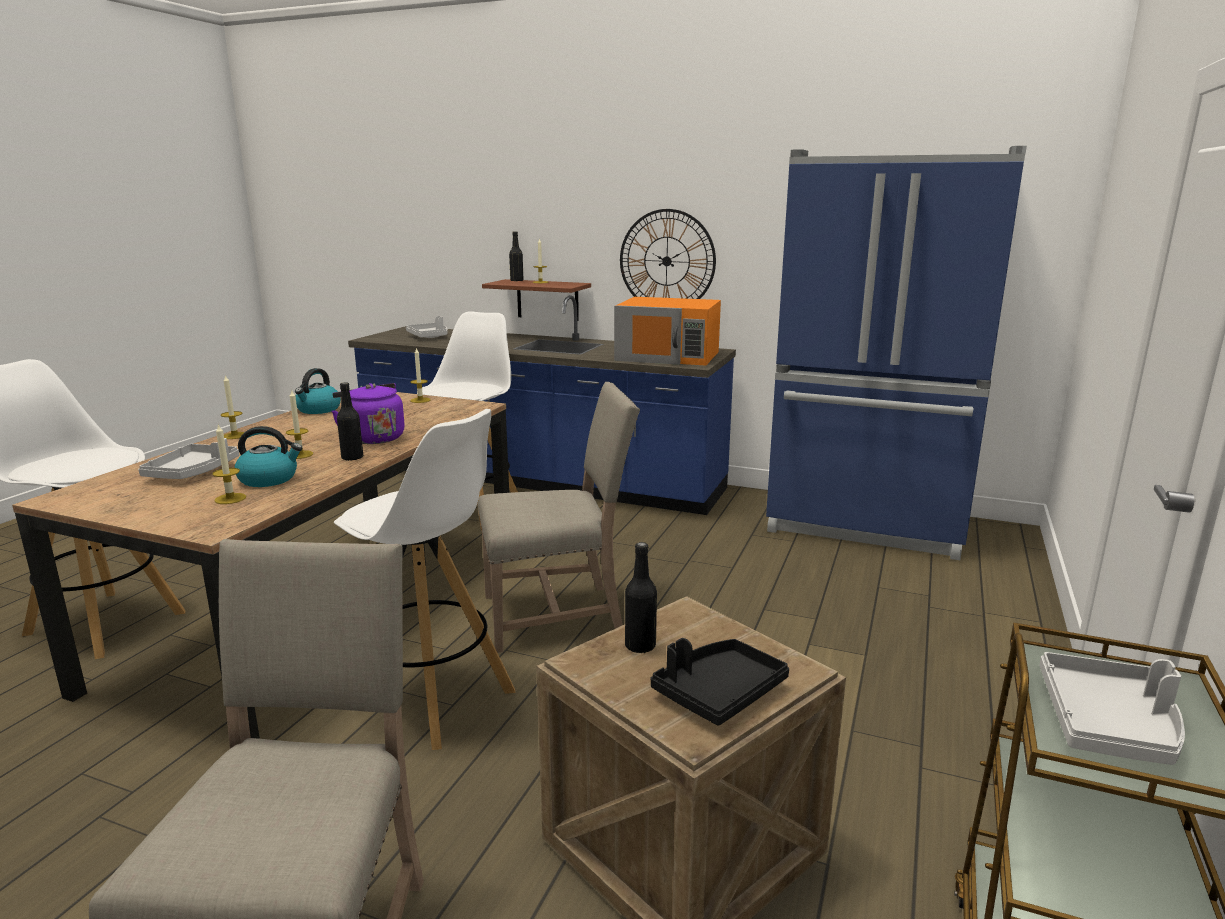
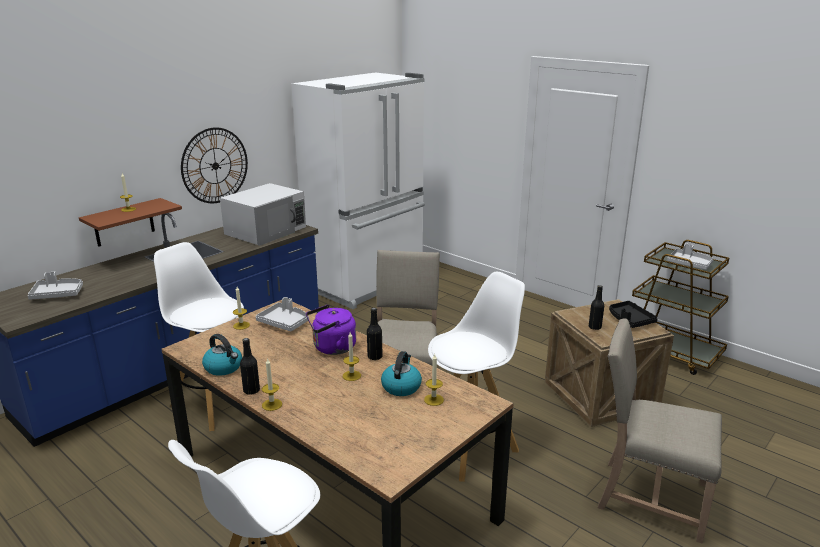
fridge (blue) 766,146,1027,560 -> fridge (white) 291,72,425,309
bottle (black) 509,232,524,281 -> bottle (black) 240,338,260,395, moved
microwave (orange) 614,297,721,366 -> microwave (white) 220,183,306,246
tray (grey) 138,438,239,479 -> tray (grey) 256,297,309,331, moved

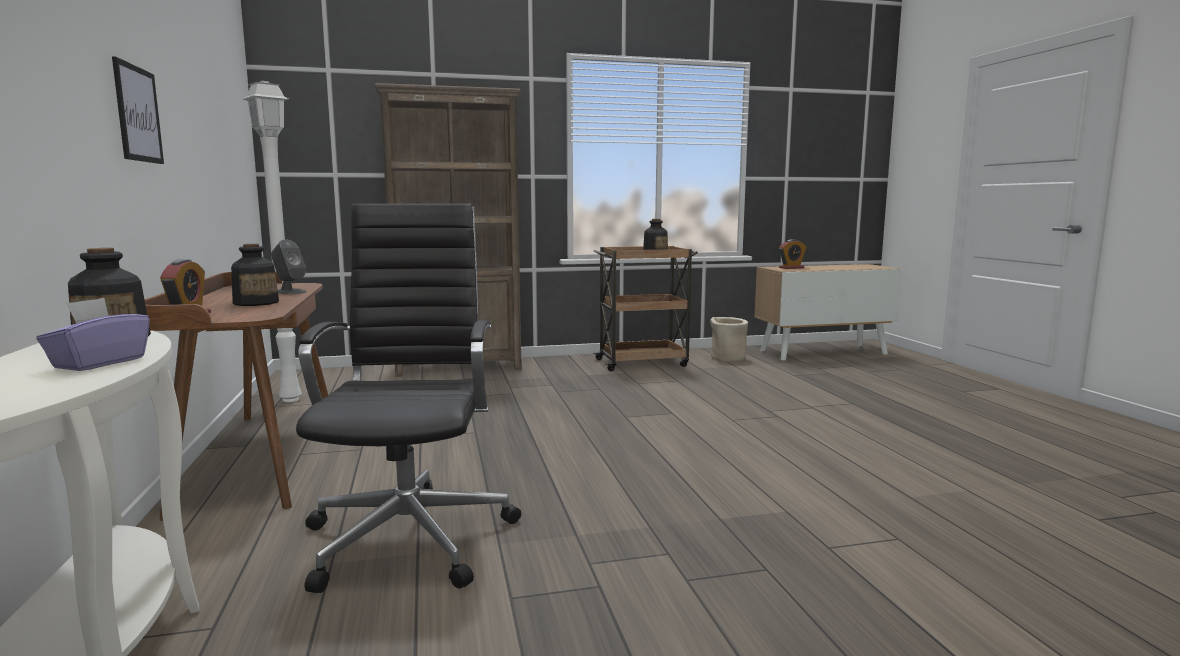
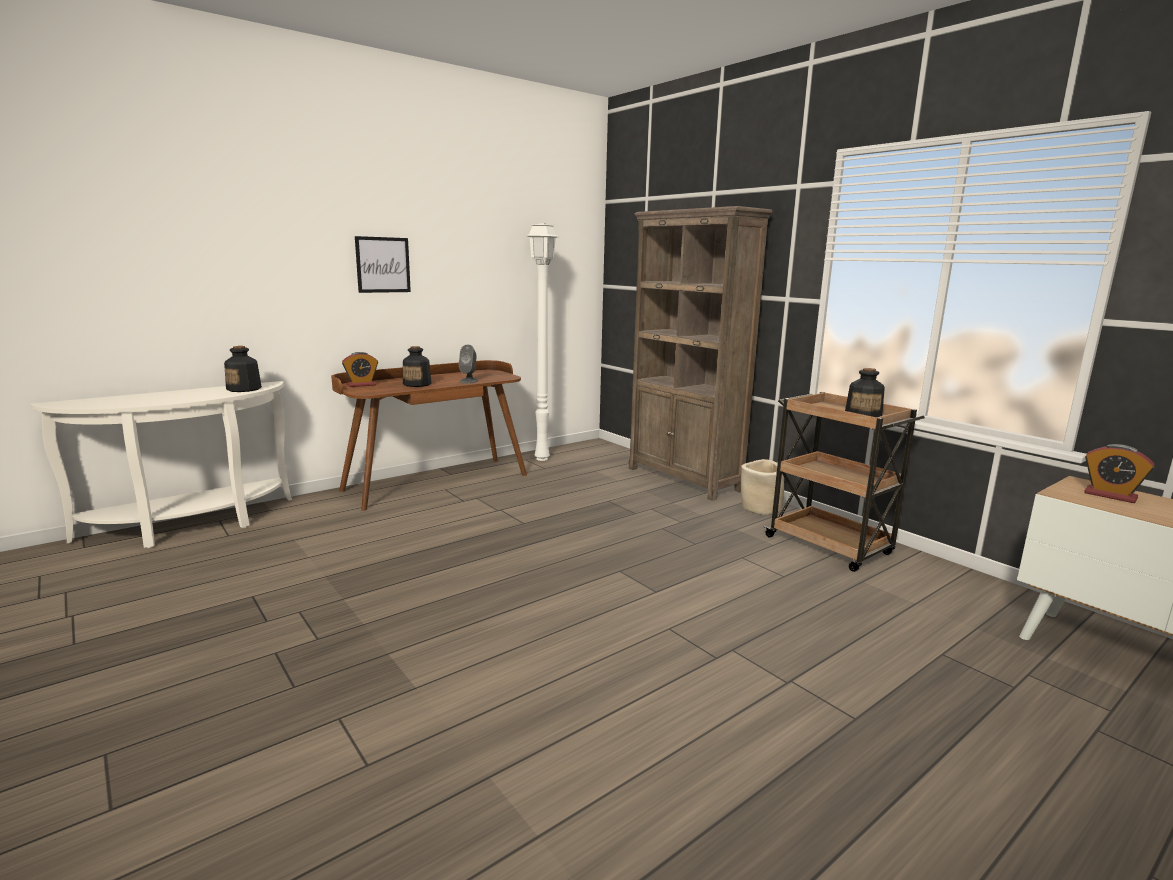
office chair (black) 296,204,521,593 -> none
tissue box (purple) 36,298,150,371 -> none
planter (beige) 710,317,748,362 -> planter (beige) 741,459,784,515, moved

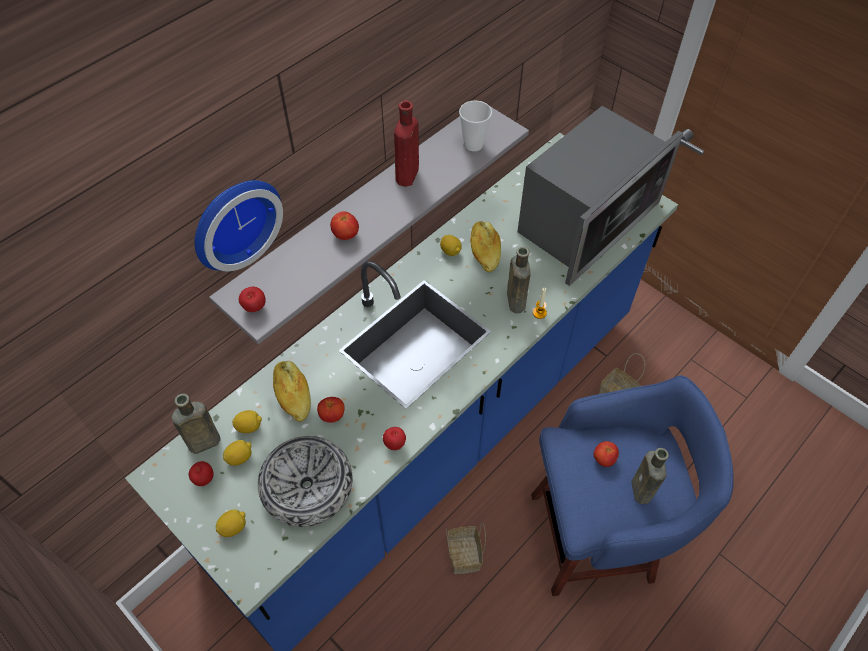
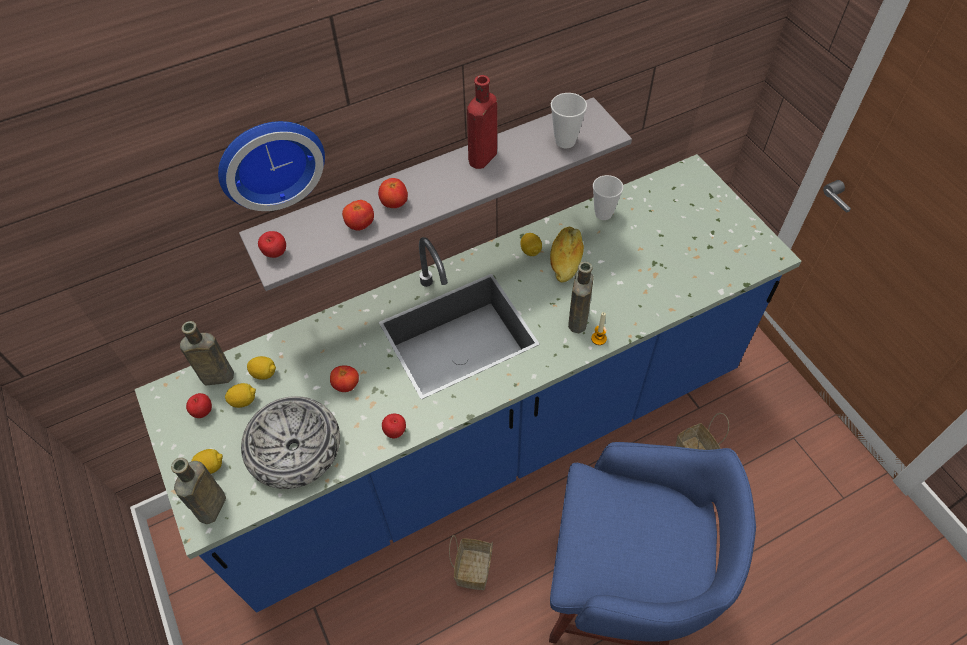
microwave 517,106,683,286 -> none
bread 273,361,311,422 -> none
tomato 594,441,619,467 -> tomato 342,200,374,231, moved
bottle (brown) 631,448,669,504 -> bottle (brown) 171,458,226,524, moved
none -> cup 593,175,623,220

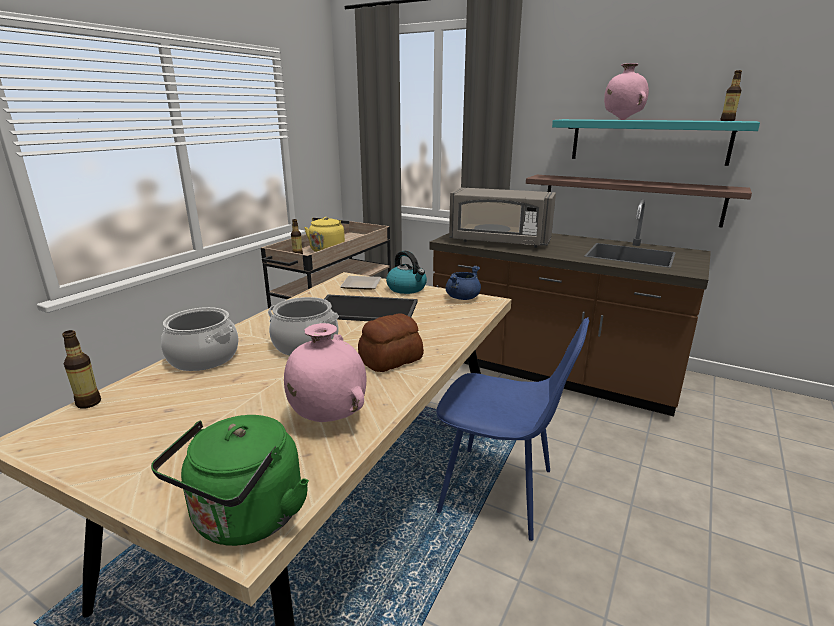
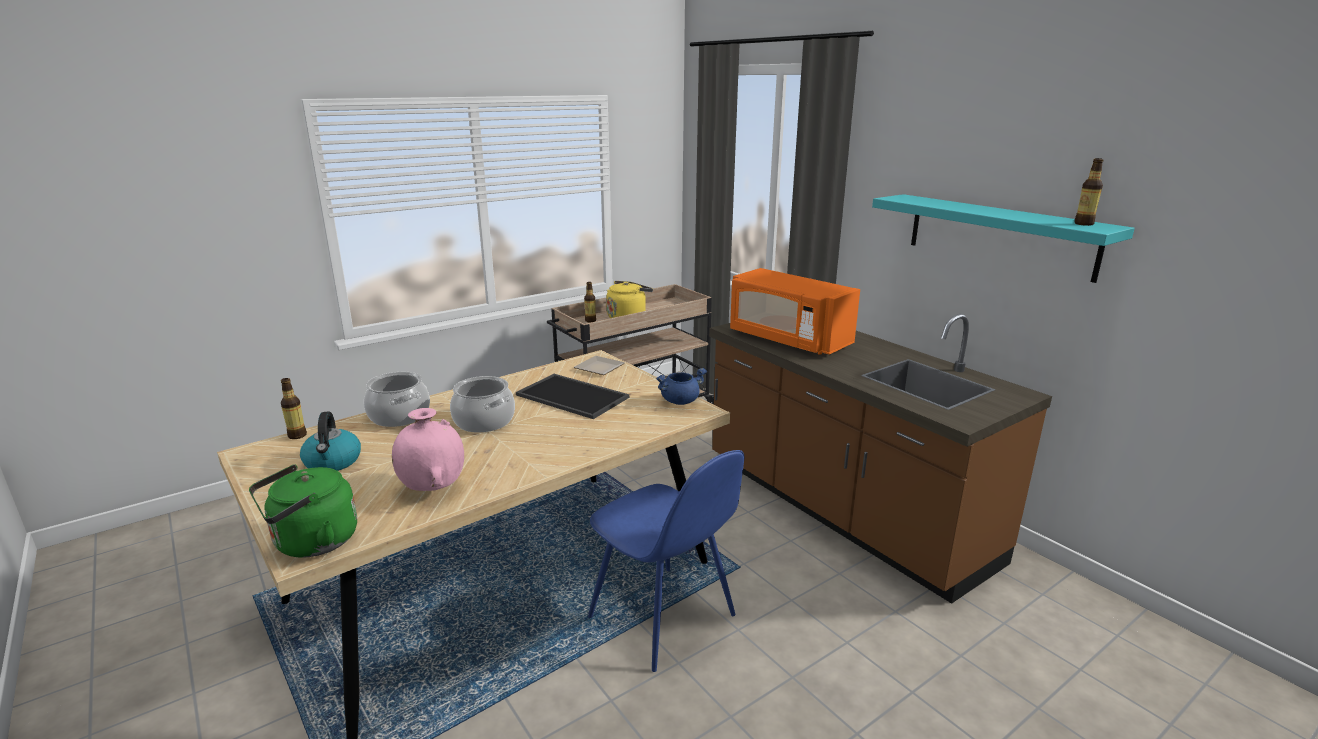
vase (pink) 604,63,649,120 -> none
shelf 526,175,752,228 -> none
microwave (grey) 449,187,556,248 -> microwave (orange) 730,268,860,355
kettle 386,251,427,294 -> kettle 300,411,361,471, moved
bread 358,314,424,372 -> none

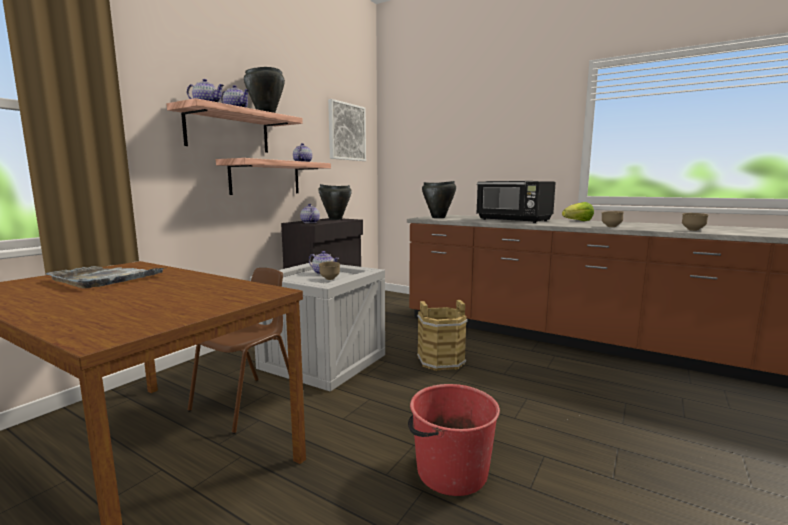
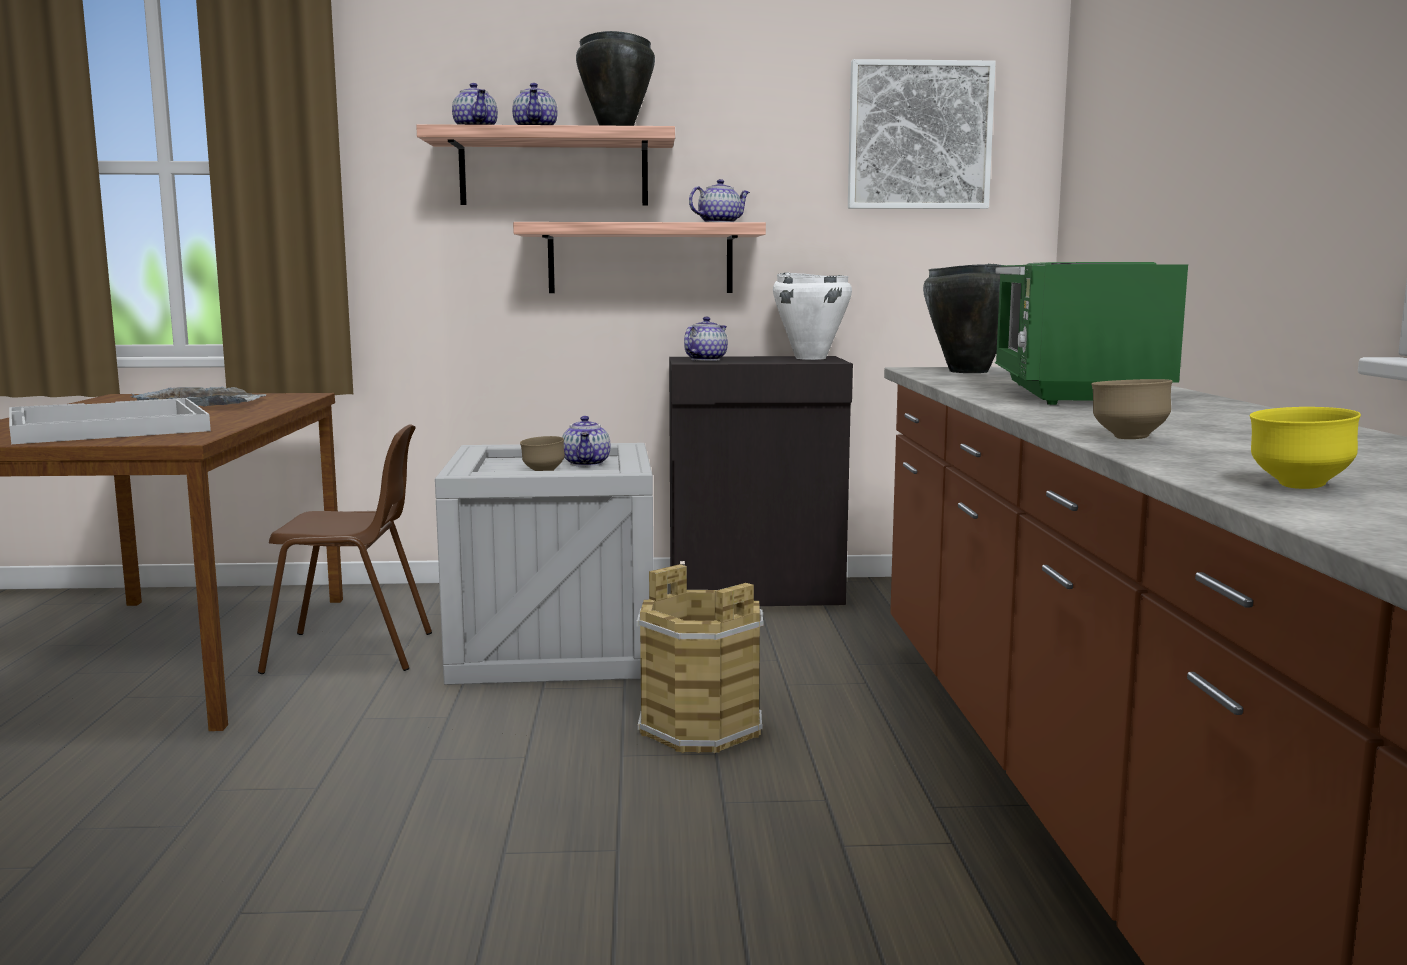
microwave (black) 477,181,556,223 -> microwave (green) 995,262,1188,405
cooking pot (black) 318,184,352,220 -> cooking pot (white) 773,272,852,360
lettuce 562,202,594,221 -> none
bowl (brown) 682,213,709,231 -> bowl (yellow) 1250,407,1361,489
bucket (red) 408,384,500,496 -> none
none -> tray (white) 9,398,211,444

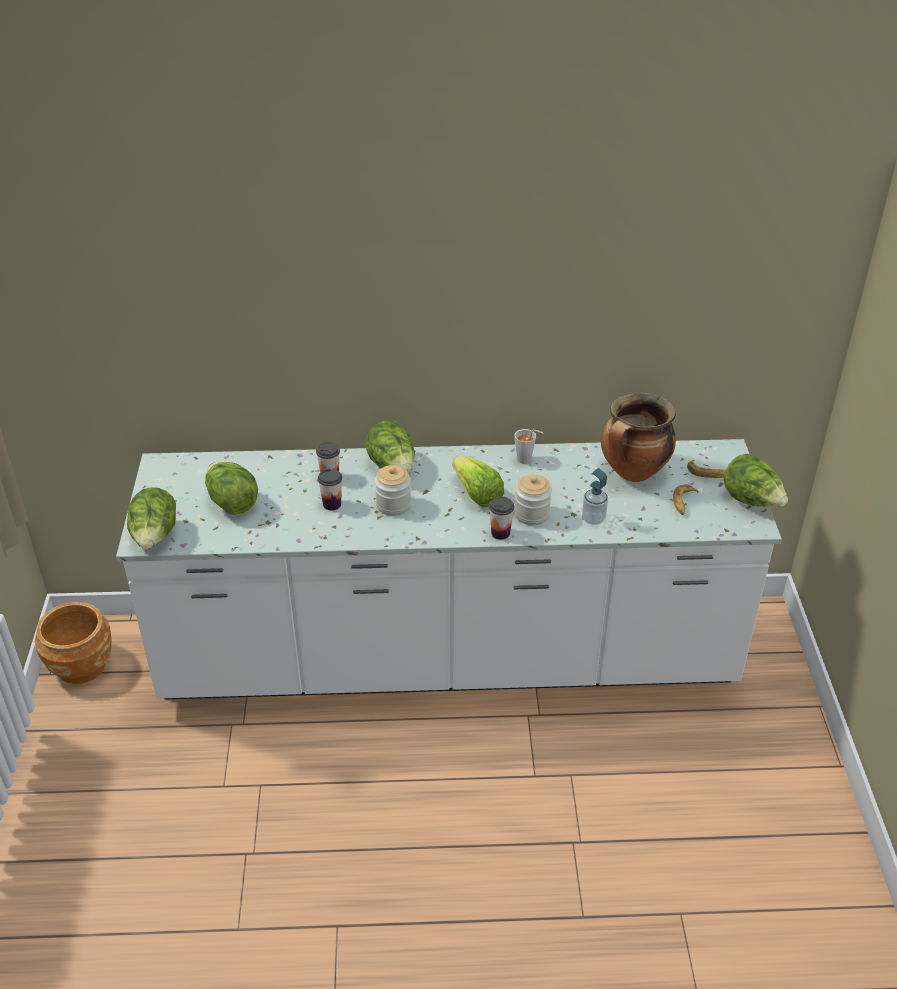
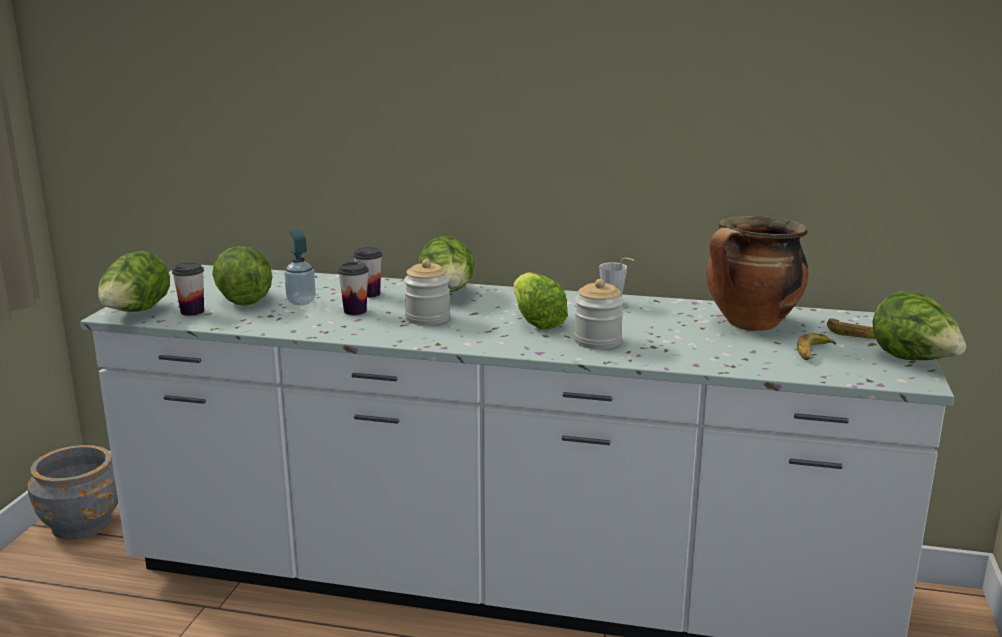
soap dispenser 582,468,608,525 -> soap dispenser 284,229,316,305, moved
cup 489,497,514,540 -> cup 172,262,204,316, moved
planter (brown) 35,602,111,684 -> planter (grey) 27,445,118,540

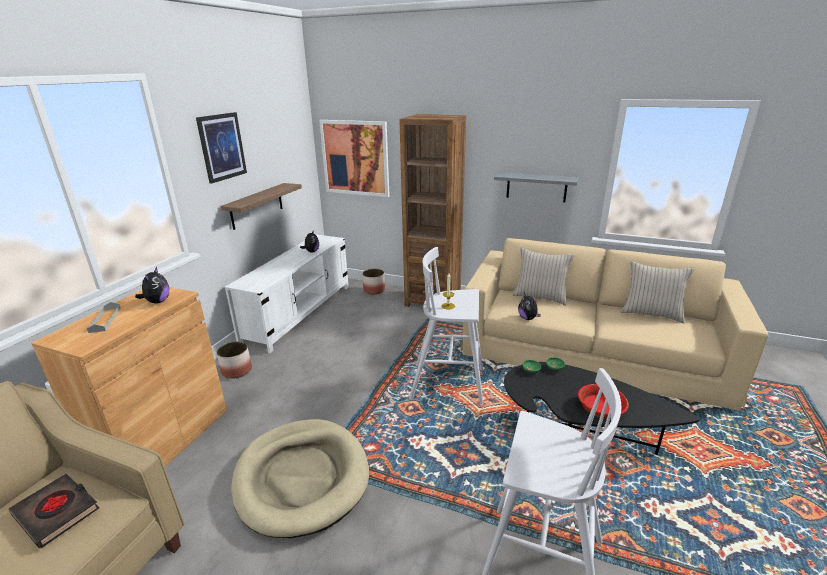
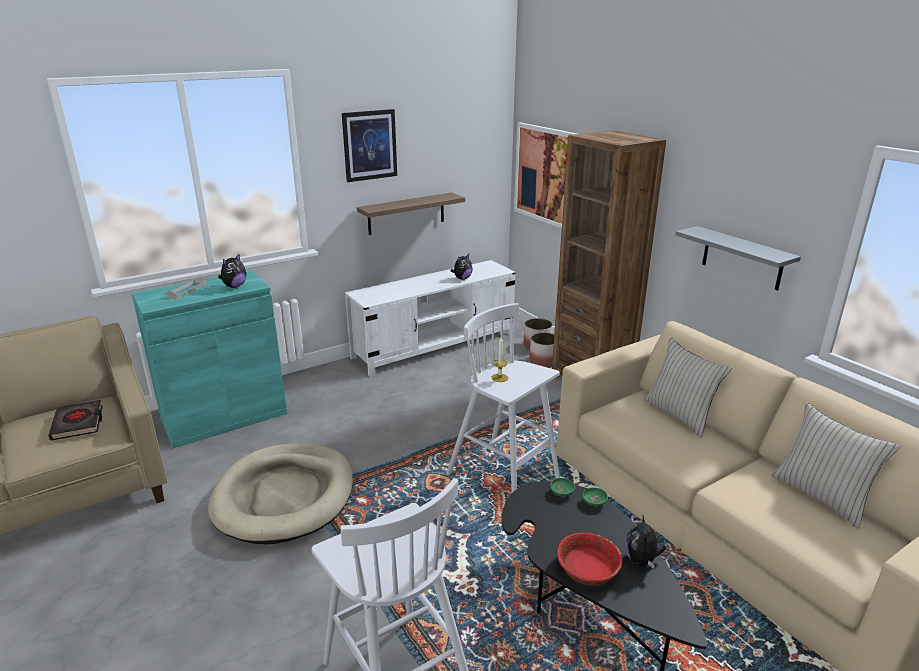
cabinet (brown) 31,287,227,467 -> cabinet (turquoise) 131,270,287,448
plush toy 518,293,541,320 -> plush toy 625,516,666,569, moved
planter 217,341,252,379 -> planter 530,332,554,368, moved

